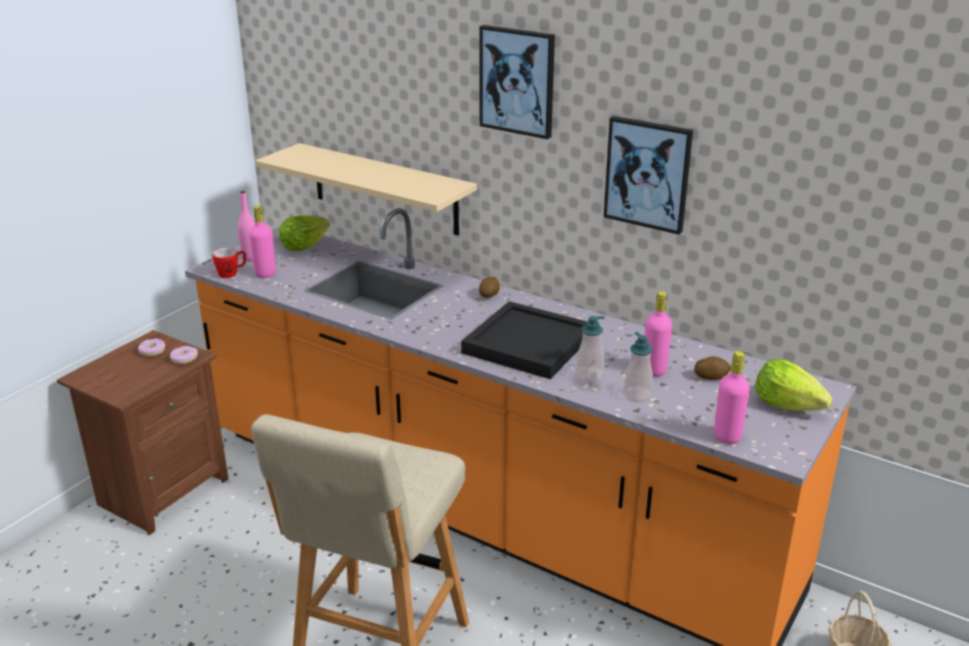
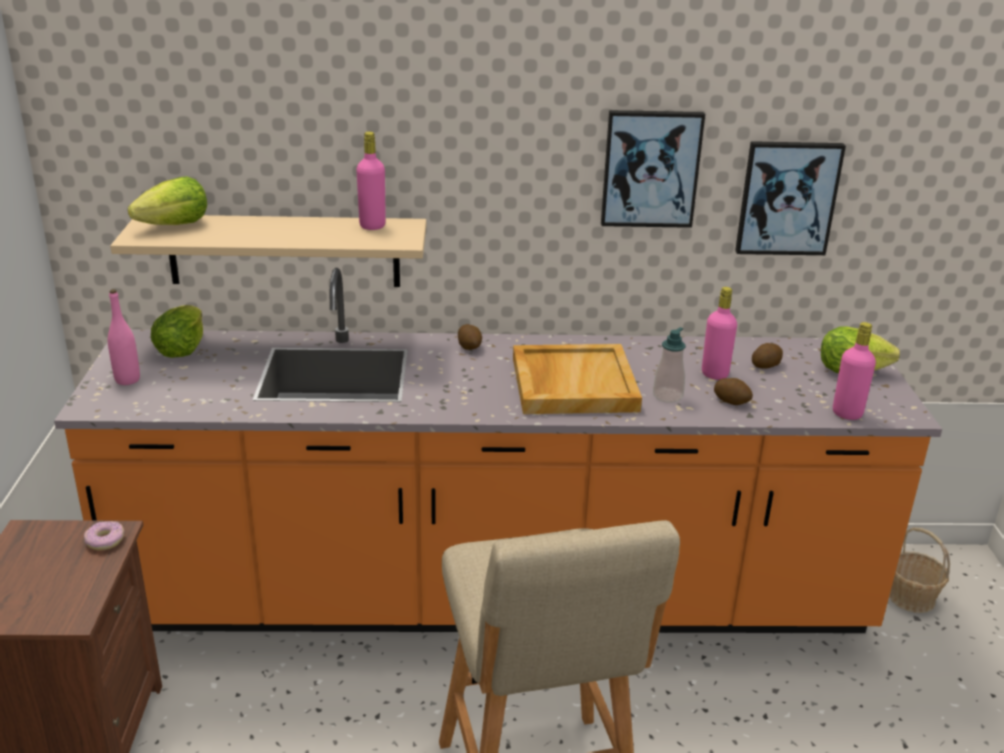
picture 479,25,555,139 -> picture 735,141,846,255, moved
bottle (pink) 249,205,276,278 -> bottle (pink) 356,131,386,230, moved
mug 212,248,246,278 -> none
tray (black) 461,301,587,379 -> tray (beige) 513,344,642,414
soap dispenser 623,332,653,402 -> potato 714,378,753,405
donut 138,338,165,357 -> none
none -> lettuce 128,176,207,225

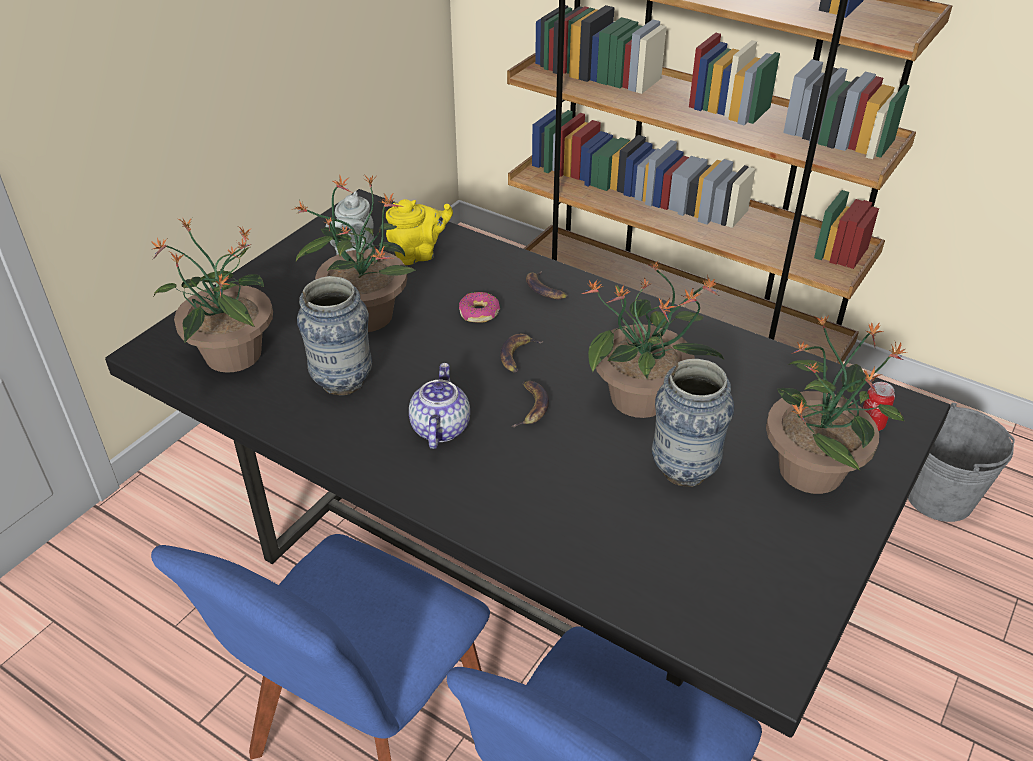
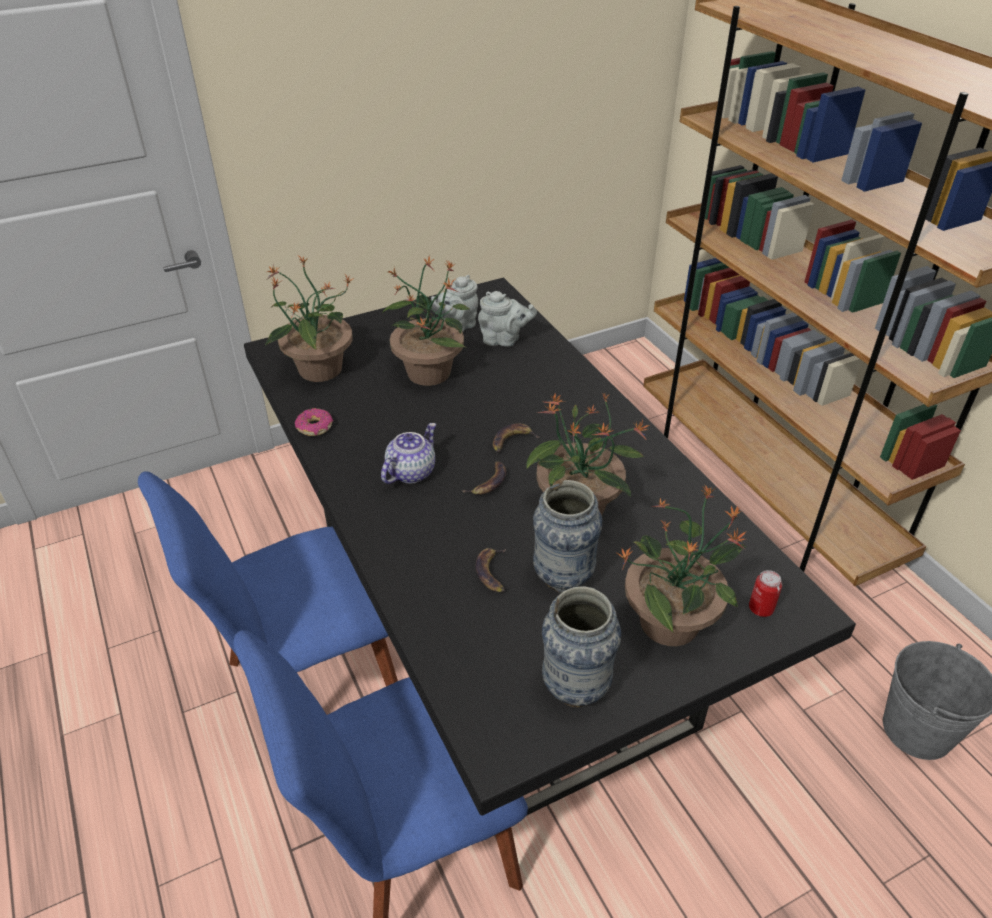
teapot (yellow) 386,199,453,265 -> teapot (grey) 478,291,537,347
banana 526,271,568,300 -> banana 476,548,506,592, moved
vase 297,276,372,395 -> vase 542,586,621,707, moved
donut 459,292,500,323 -> donut 295,408,333,436, moved

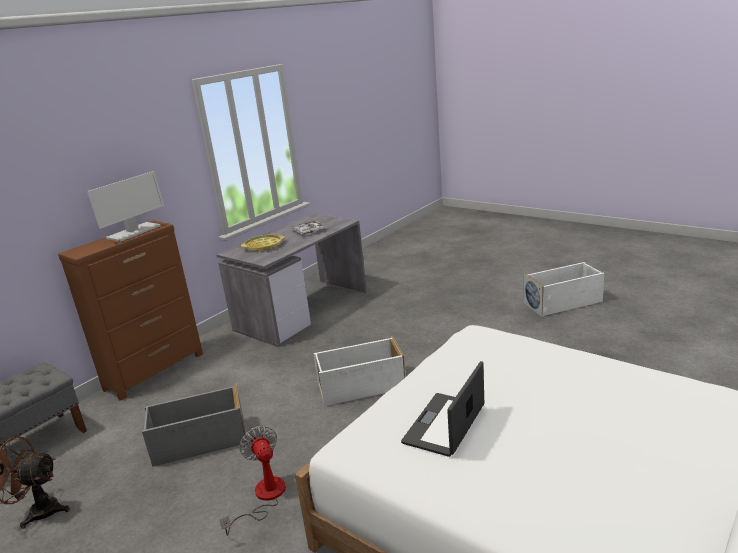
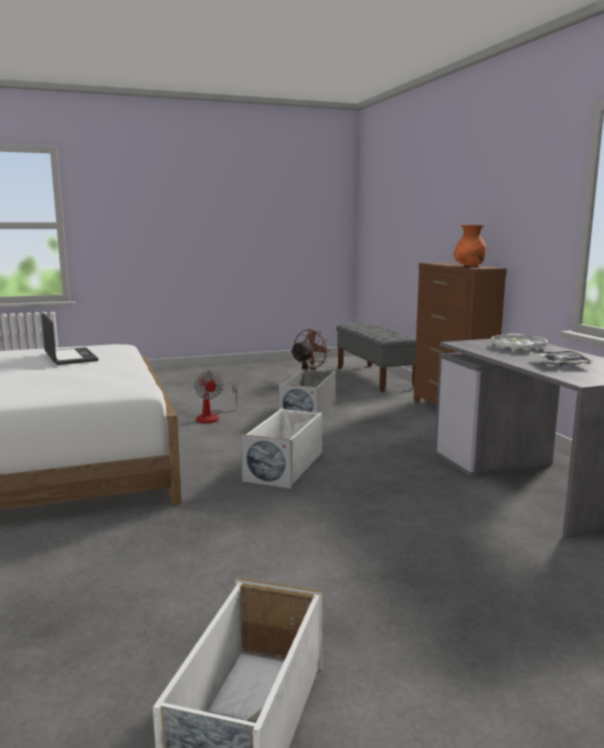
monitor 87,171,164,242 -> vase (orange) 453,224,486,266
tray (yellow) 241,235,284,252 -> tray (white) 491,334,548,351
fan 220,426,286,536 -> fan 194,371,238,423, 60 degrees clockwise

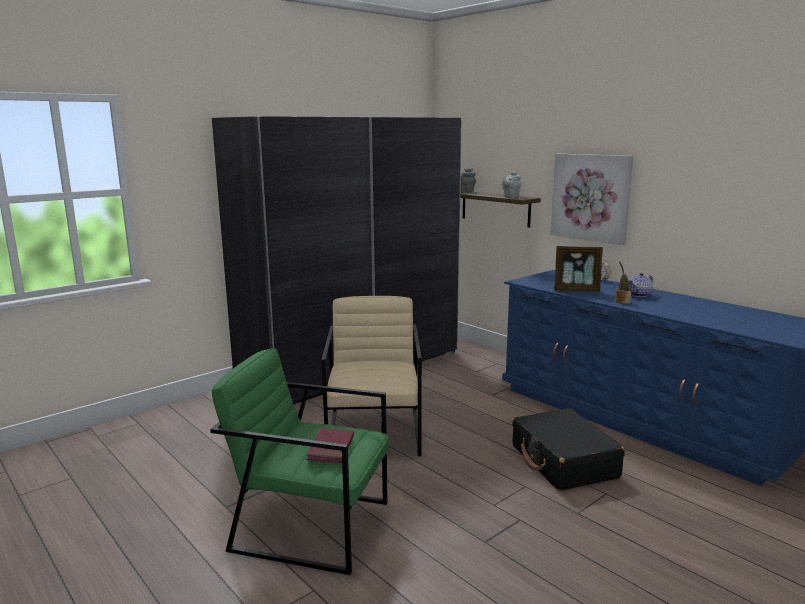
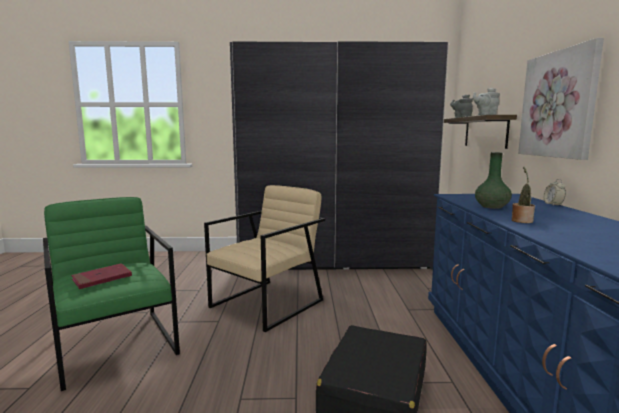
picture frame 554,246,603,292 -> vase (green) 475,152,512,209
teapot 629,273,653,297 -> none

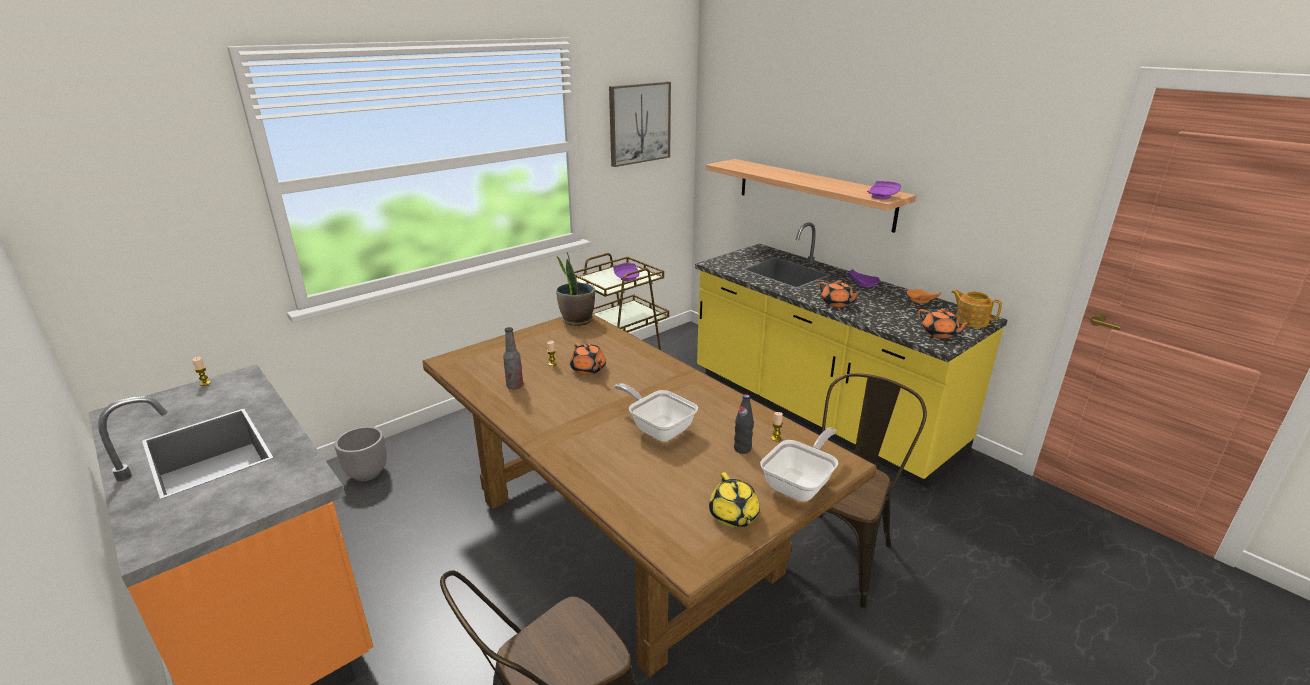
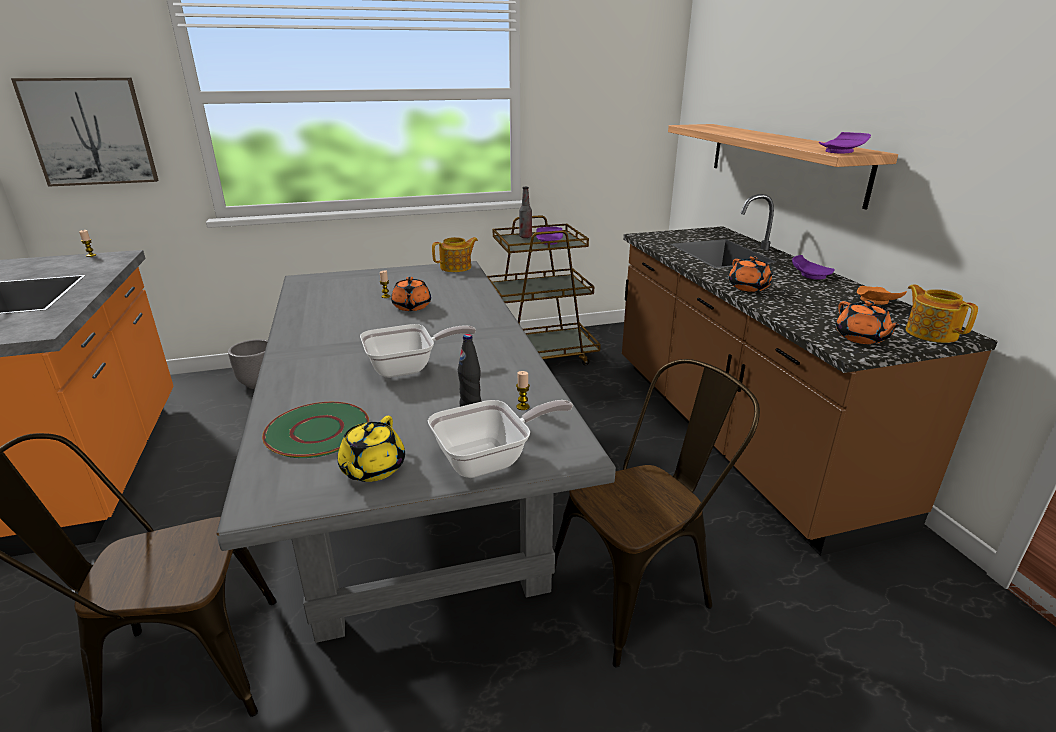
picture 609,82,671,167 -> picture 11,78,159,187, moved
counter (yellow) 695,222,1007,488 -> counter (brown) 622,194,998,556
potted plant 556,252,595,326 -> teapot 432,237,478,272
dining table (brown) 422,314,877,677 -> dining table (grey) 216,261,616,643
bottle 503,327,523,389 -> bottle 519,187,532,238, moved
frying pan 614,383,698,442 -> frying pan 360,324,476,378, 90 degrees clockwise
none -> plate (green) 262,402,369,458

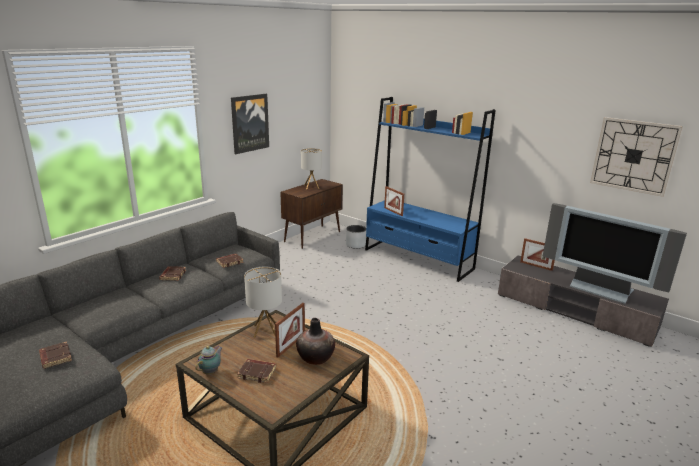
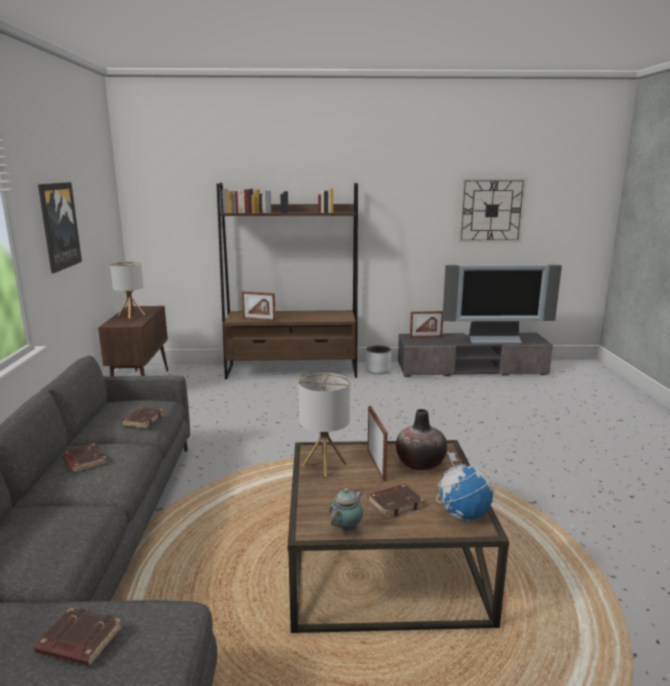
bookcase (blue) 365,97,496,282 -> bookcase (brown) 217,183,358,379
planter (grey) 346,225,366,249 -> planter (grey) 366,345,391,374, moved
teapot 196,346,223,375 -> teapot 329,488,363,533, 45 degrees clockwise
none -> globe 436,452,494,521

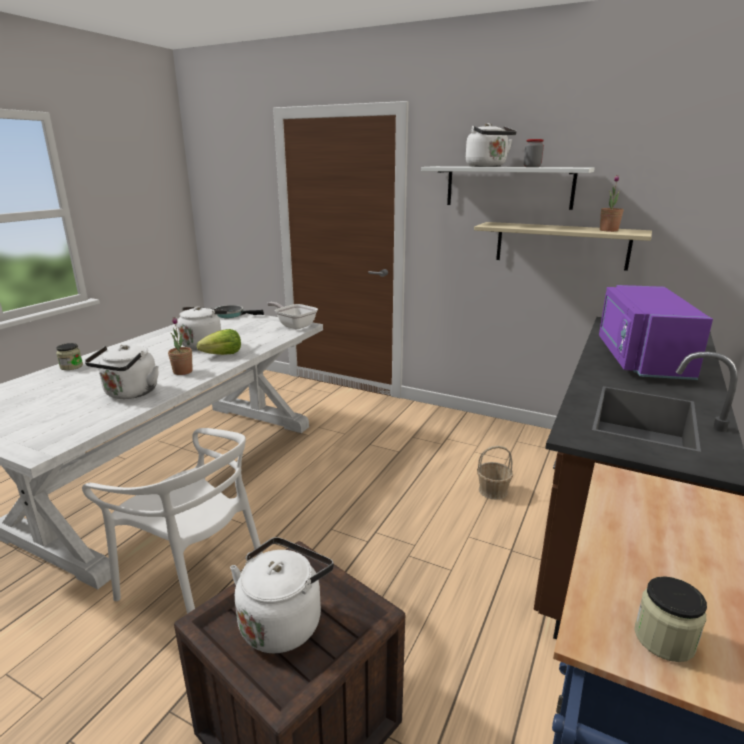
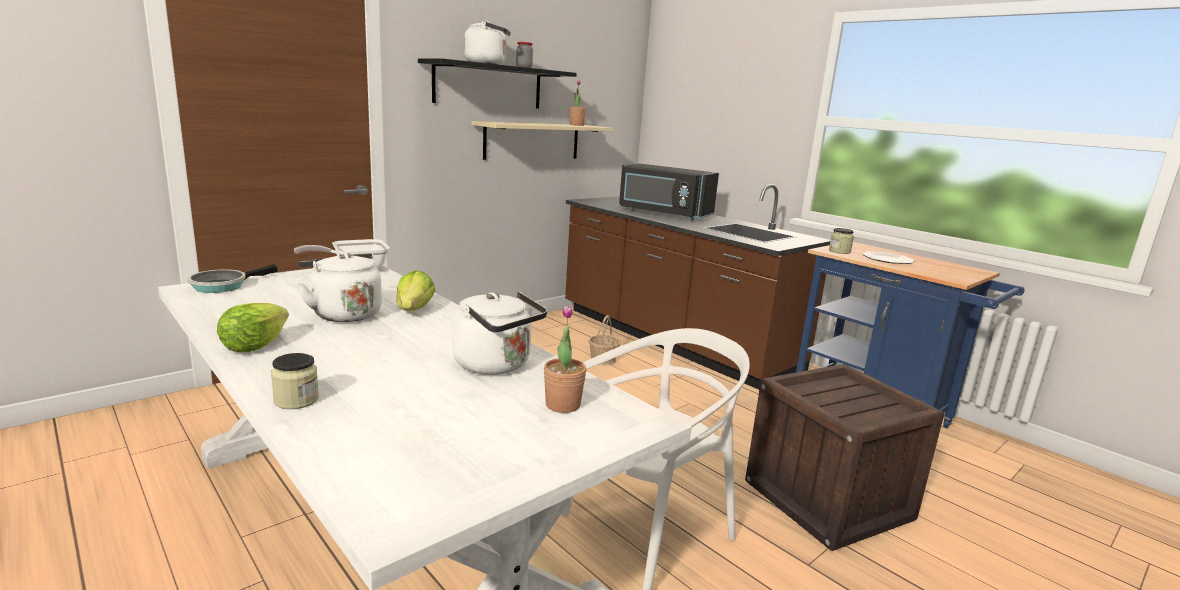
shelf (white) 421,166,595,210 -> shelf (black) 418,58,577,109
microwave (purple) 599,285,713,380 -> microwave (black) 619,163,719,220
potted plant 168,317,193,375 -> potted plant 544,305,586,413, moved
kettle (white) 230,537,334,654 -> none
jar 634,576,707,662 -> jar 829,228,854,254, moved
none -> plate 862,251,915,264
none -> lettuce 217,303,289,352

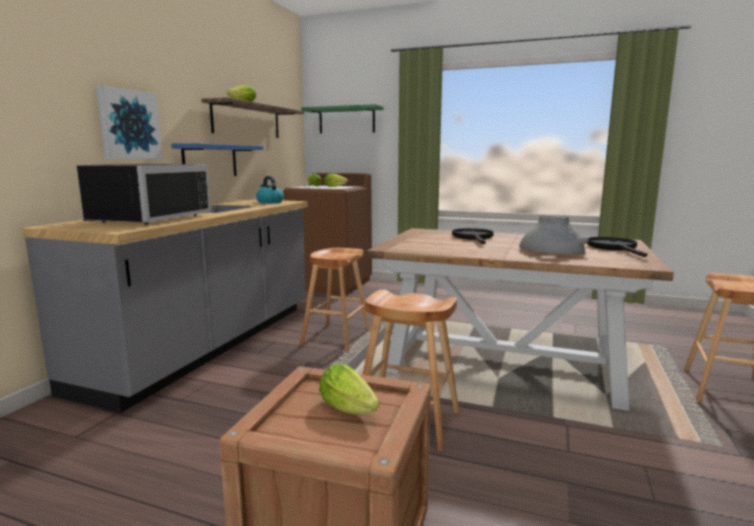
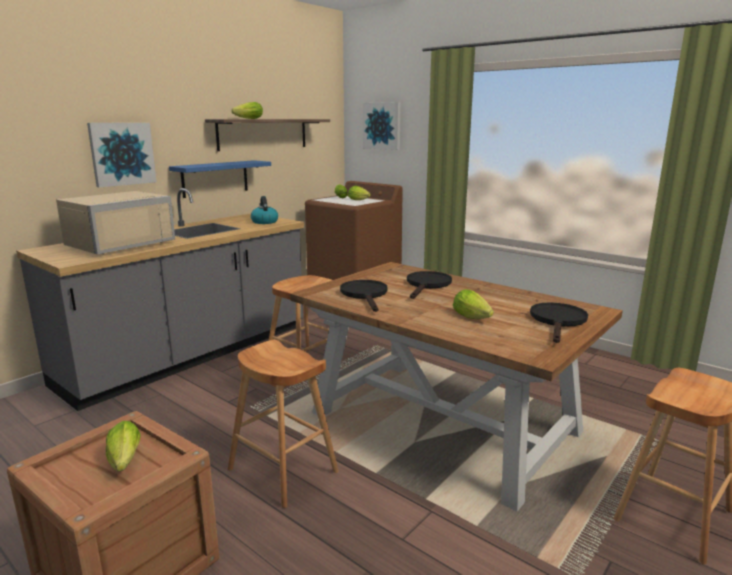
shelf (green) 301,104,384,133 -> picture 363,102,401,150
microwave (black) 77,164,211,225 -> microwave (beige) 56,191,175,255
vase (grey) 519,216,589,255 -> lettuce 453,289,494,319
none -> frying pan (black) 340,280,388,312

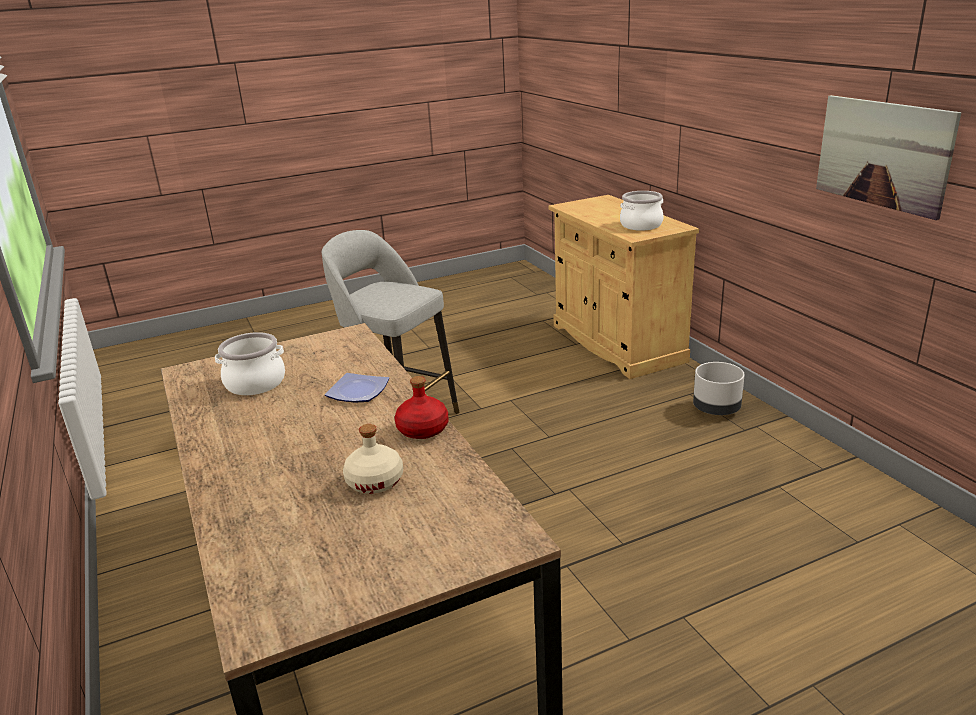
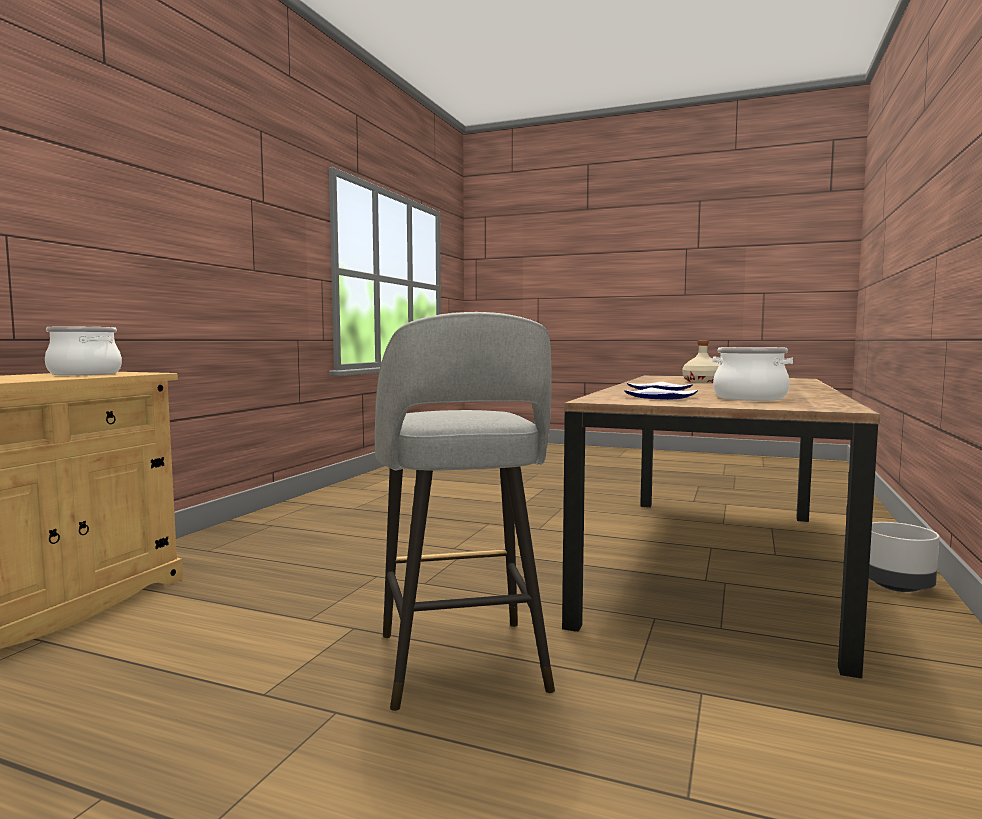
picture 816,95,962,220 -> none
planter (grey) 693,362,745,415 -> planter (grey) 869,522,940,592, moved
bottle (red) 395,376,448,439 -> none
none -> plate 624,387,698,400

